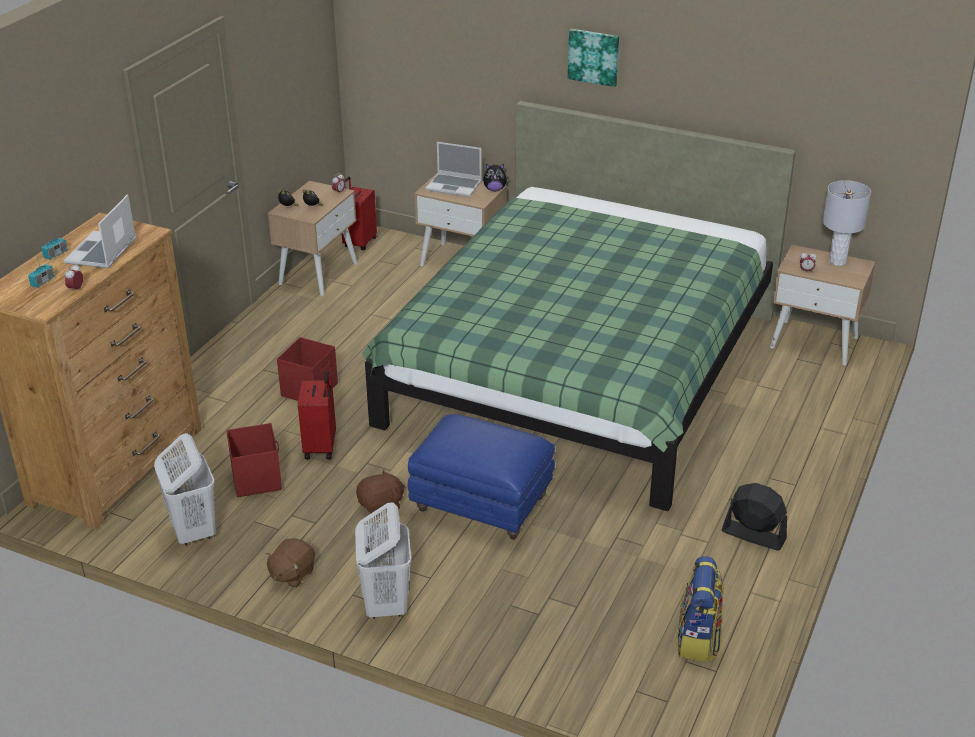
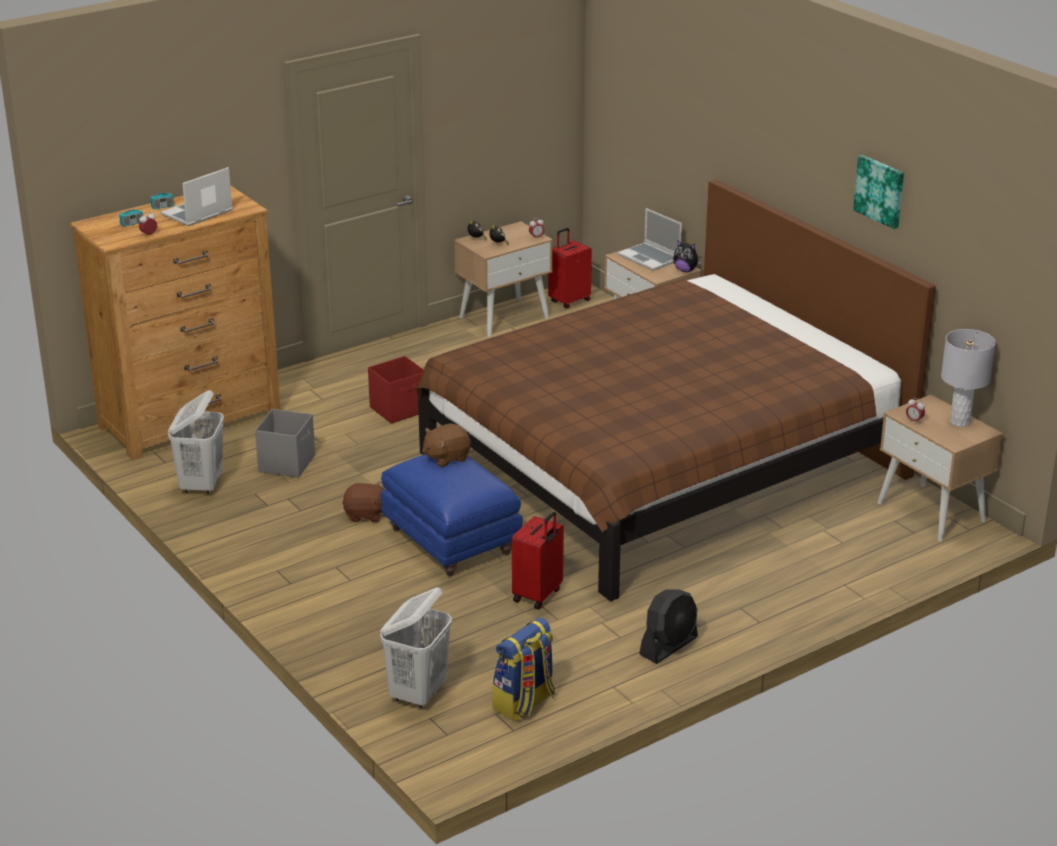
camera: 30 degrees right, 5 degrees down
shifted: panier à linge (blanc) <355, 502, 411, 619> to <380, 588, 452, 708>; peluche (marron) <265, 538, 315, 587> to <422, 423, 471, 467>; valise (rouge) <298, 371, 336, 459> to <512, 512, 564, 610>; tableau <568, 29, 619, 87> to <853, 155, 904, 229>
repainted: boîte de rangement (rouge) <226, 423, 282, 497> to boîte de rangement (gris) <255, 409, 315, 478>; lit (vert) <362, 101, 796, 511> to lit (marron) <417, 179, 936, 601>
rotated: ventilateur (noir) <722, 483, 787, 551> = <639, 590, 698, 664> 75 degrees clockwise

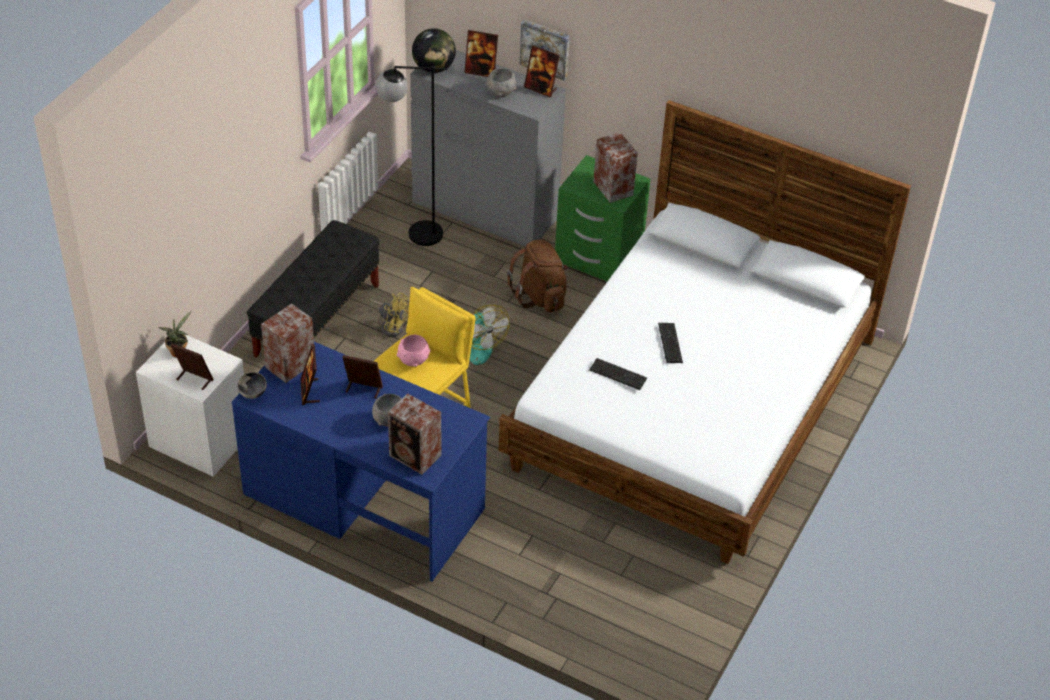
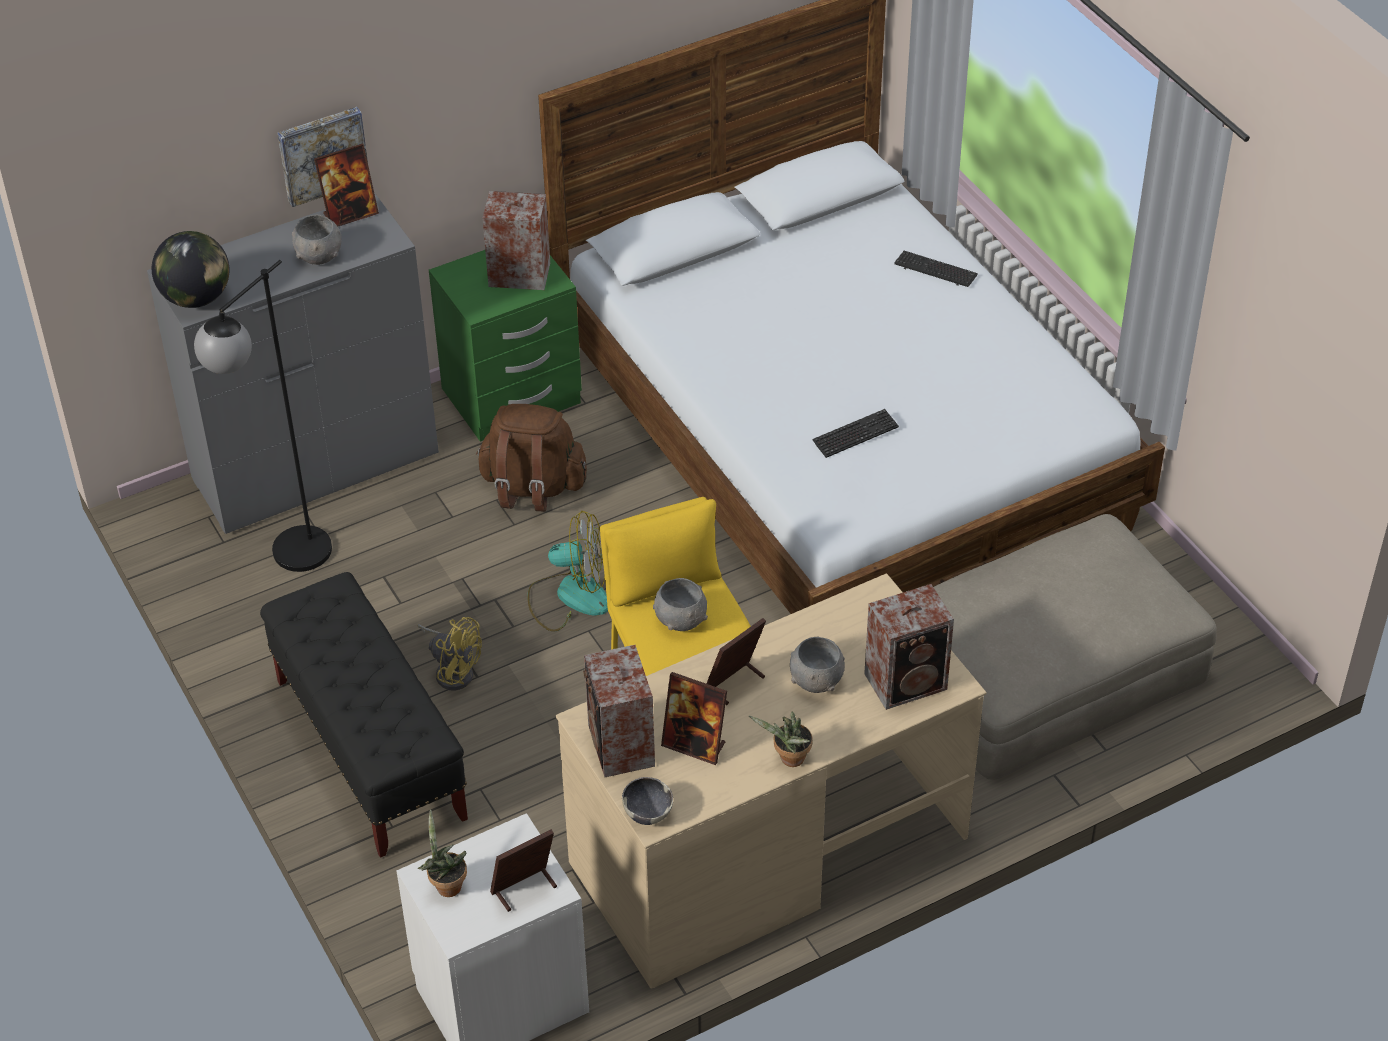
camera: 55 degrees left, 0 degrees up
gone: cadre photo <464, 30, 498, 77>
new: plante en pot <749, 712, 813, 767>; pouf (beige) <934, 514, 1217, 780>
shifted: clavier <658, 323, 683, 363> to <894, 251, 978, 287>
repainted: bureau (bleu) <232, 342, 490, 582> to bureau (beige) <556, 573, 986, 988>; bol (rose) <397, 335, 431, 367> to bol (gris) <653, 578, 708, 631>
rotated: ventilateur (jaune) <369, 293, 409, 337> = <417, 617, 482, 691> 60 degrees clockwise

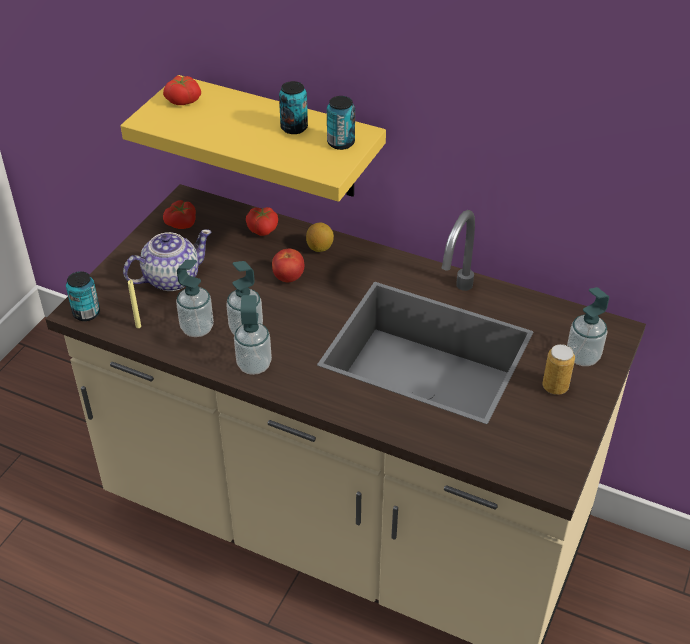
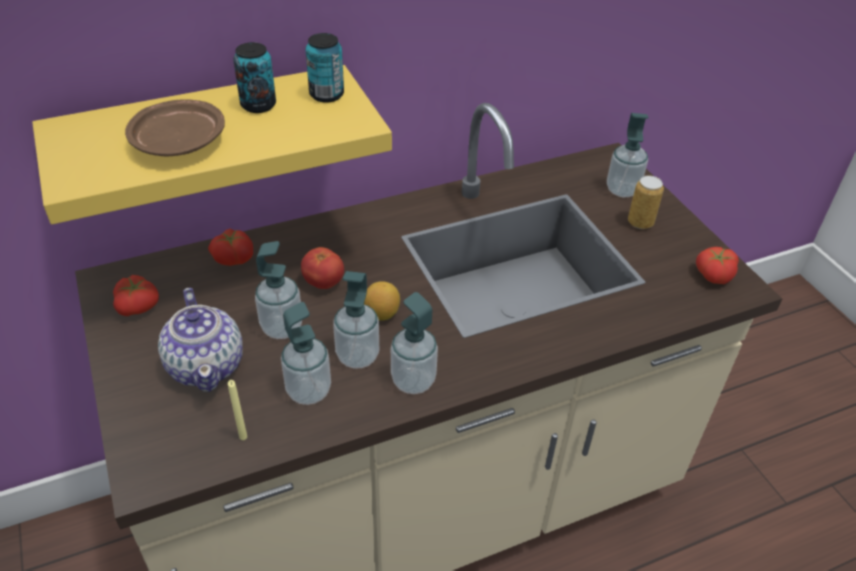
camera: 50 degrees left, 0 degrees up
gone: boîte métallique <66, 271, 100, 321>
new: assiette (marron) <125, 99, 225, 157>; distributeur de savon <255, 241, 302, 339>
shifted: citron <306, 223, 334, 252> to <364, 281, 400, 321>; tomate <163, 76, 201, 105> to <696, 247, 739, 284>
rotated: théière <123, 229, 212, 291> = <158, 288, 243, 392> 150 degrees clockwise

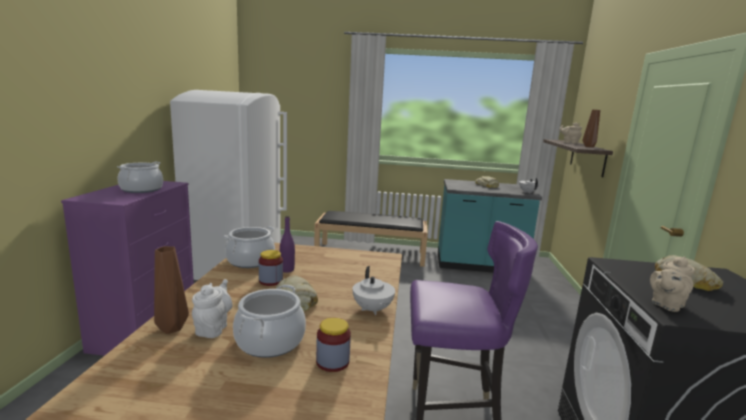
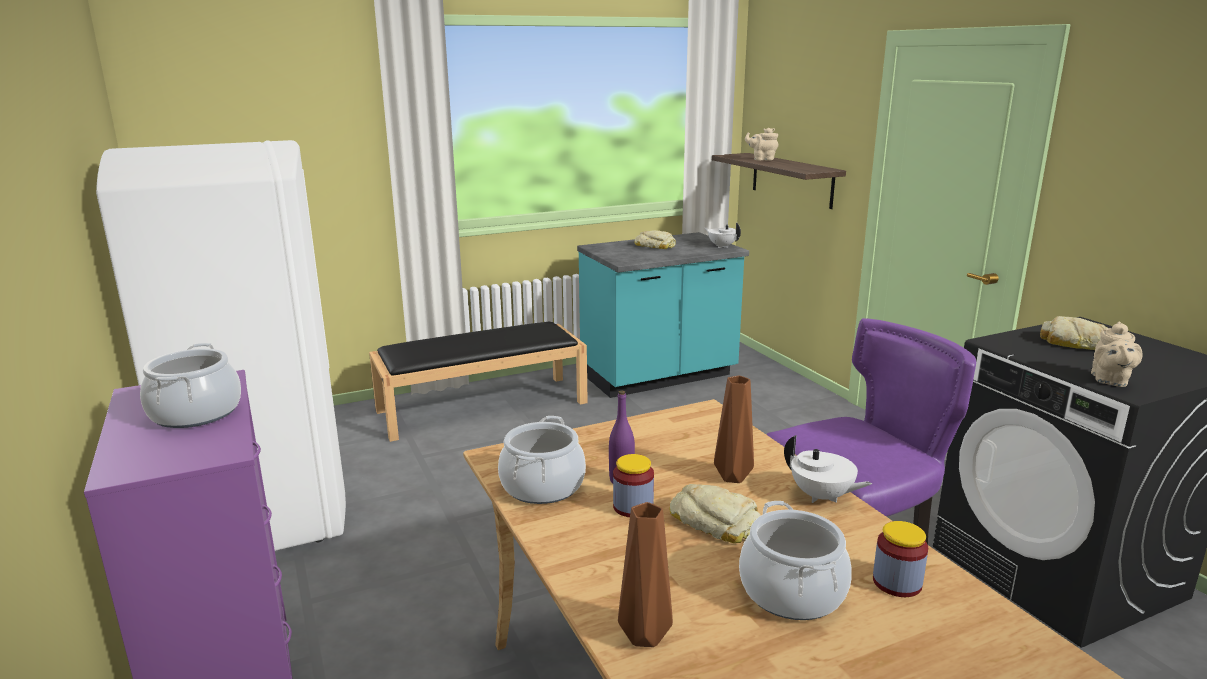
camera: 30 degrees left, 5 degrees up
gone: théière (blanc) <192, 279, 232, 338>
shifted: vase (marron) <582, 110, 600, 147> to <714, 376, 754, 483>

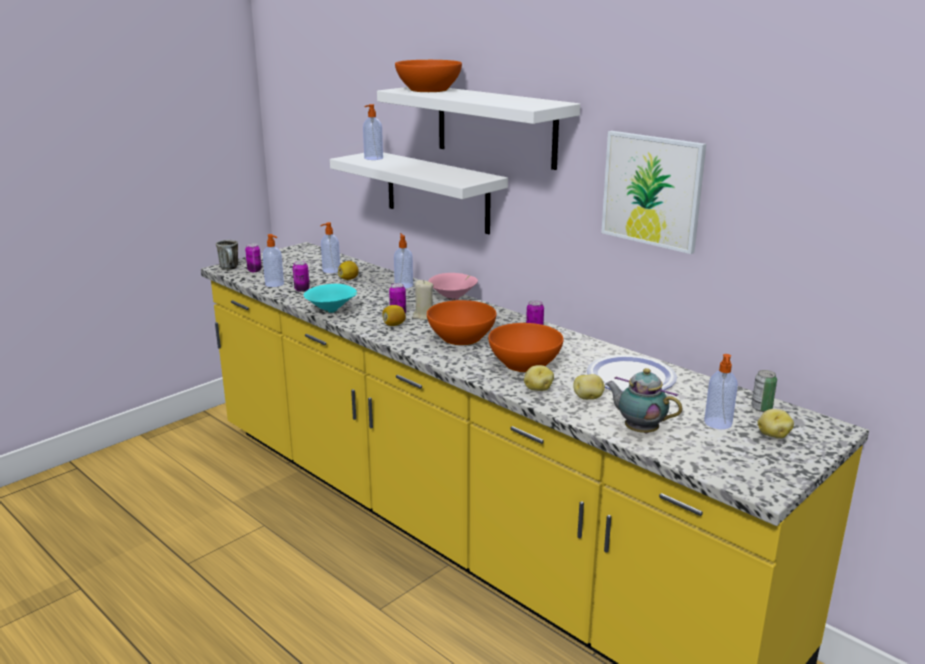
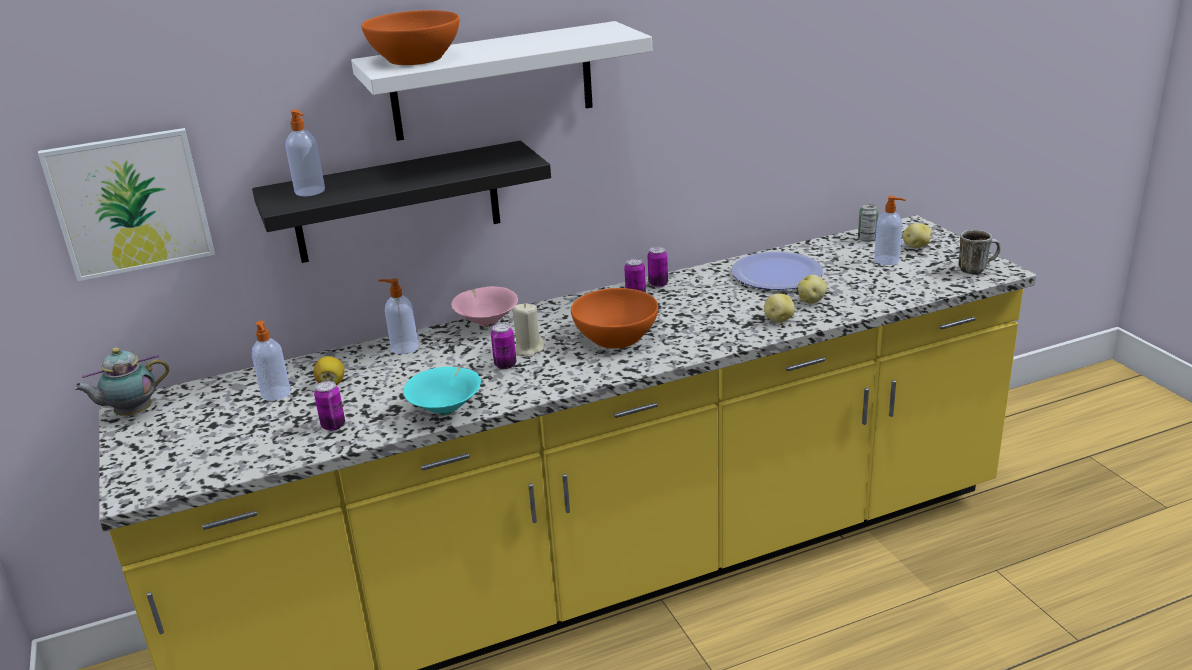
camera: 65 degrees left, 5 degrees up
gone: distributeur de savon <263, 234, 284, 287>; citron <382, 305, 406, 326>; bol (orange) <488, 323, 564, 372>
shifted: tableau <601, 131, 706, 254> to <38, 128, 215, 281>; théière <605, 368, 682, 434> to <74, 347, 169, 416>; boîte métallique <245, 243, 262, 272> to <647, 247, 668, 287>; mug <216, 240, 238, 270> to <959, 230, 1001, 274>
repainted: étagère (blanc) <330, 152, 508, 234> to étagère (noir) <252, 141, 551, 263>

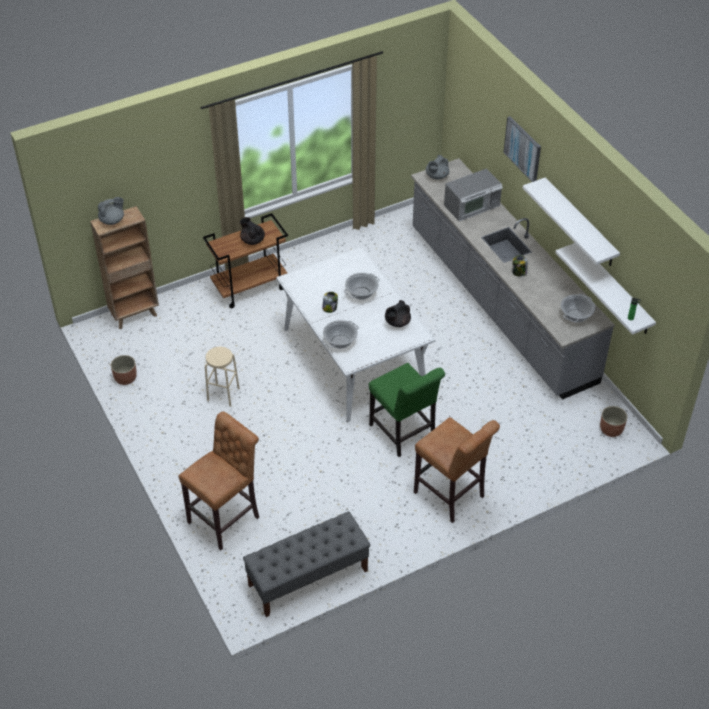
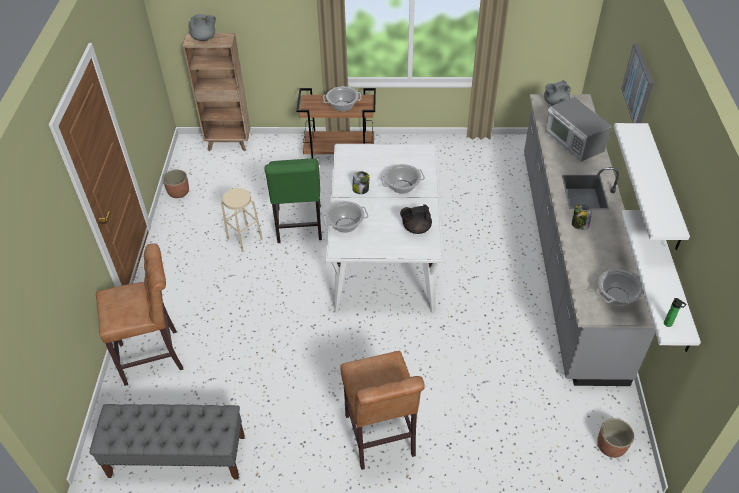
camera: 30 degrees right, 0 degrees up
shifted: chaise (vert) <369, 363, 445, 457> to <265, 158, 322, 243>
swapped: théière (noir) <240, 217, 265, 245> to marmite <323, 86, 362, 112>
rotated: micro-ondes <444, 168, 503, 221> = <545, 97, 612, 162> 60 degrees clockwise

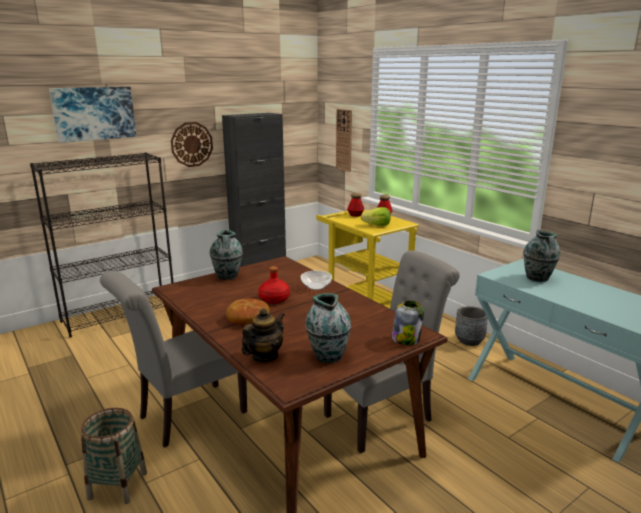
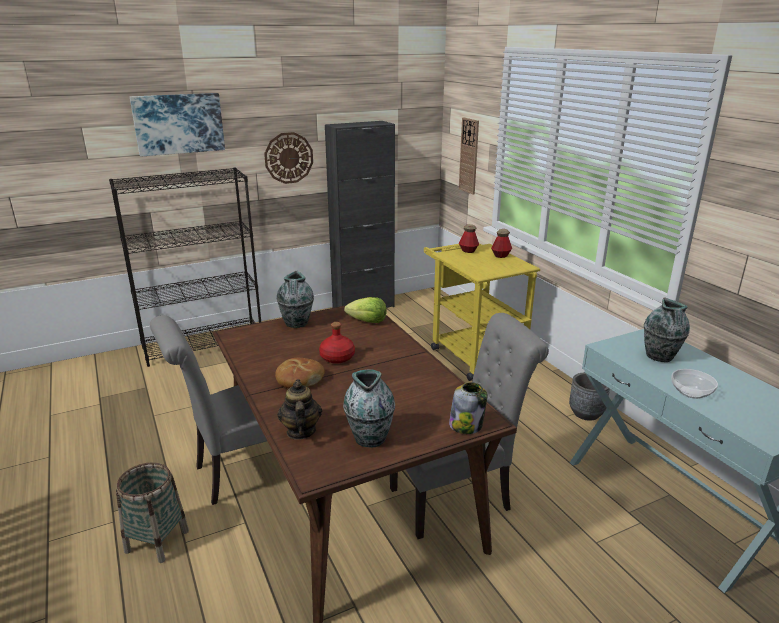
camera: 10 degrees right, 5 degrees up
shifted: laitue <361, 207, 391, 226> to <344, 297, 387, 323>; bol <301, 270, 332, 290> to <671, 369, 718, 399>
rotated: théière <241, 308, 285, 362> = <277, 379, 322, 440> 60 degrees counterclockwise

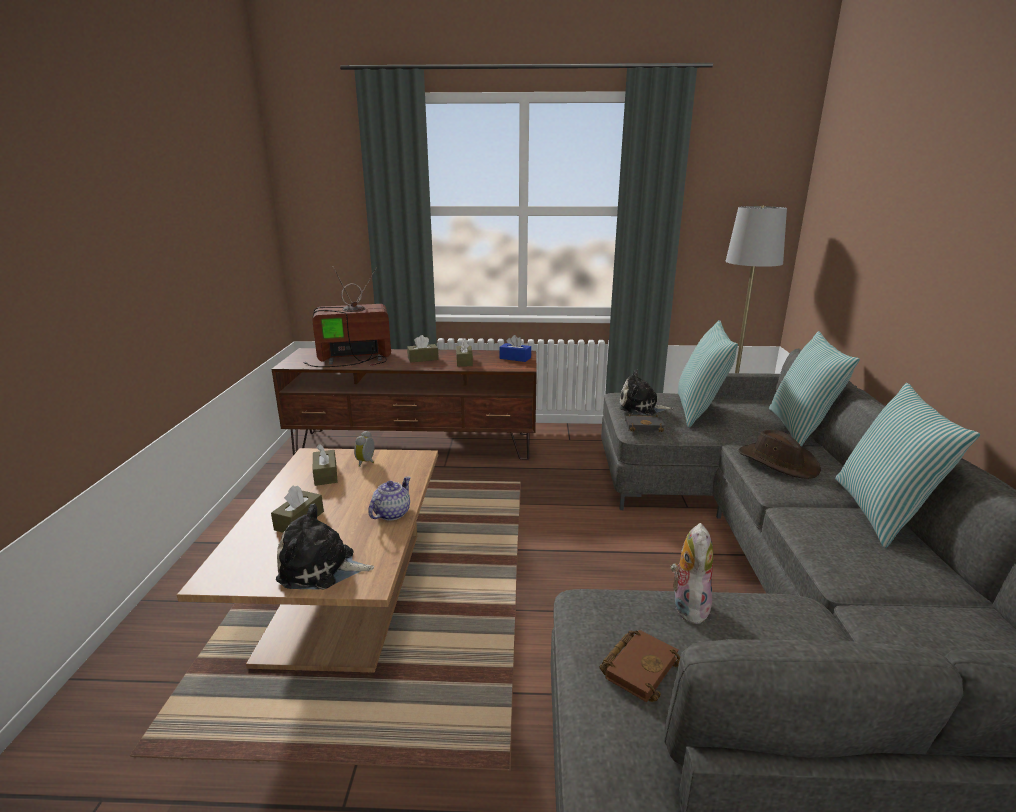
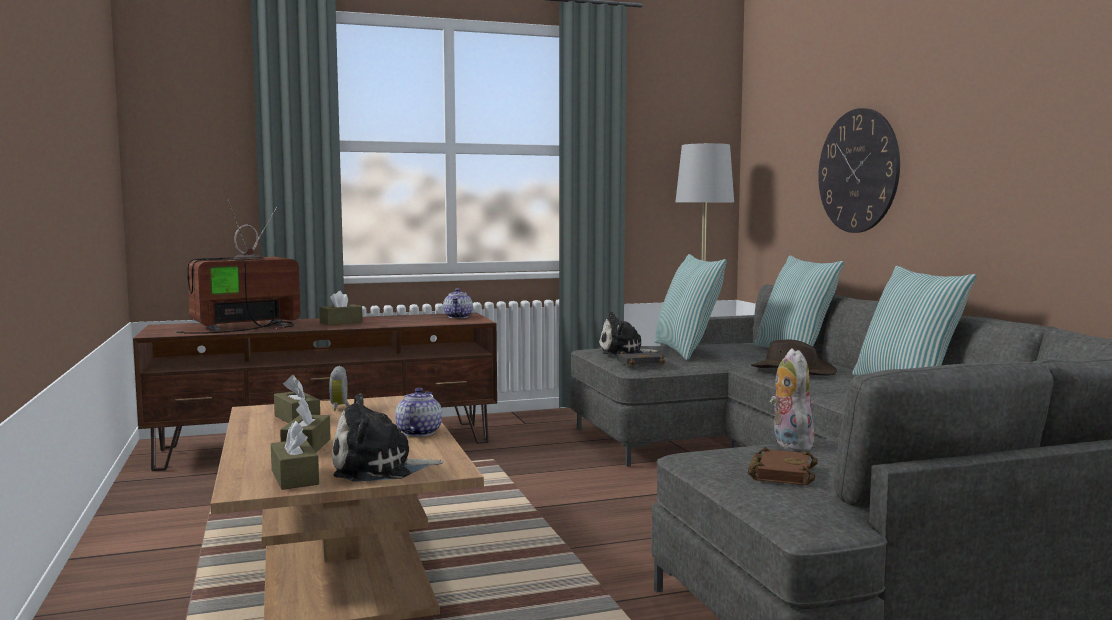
camera: 20 degrees left, 15 degrees down
new: horloge murale <818, 108, 900, 233>
shifted: boîte à mouchoirs (marron) <456, 338, 473, 367> to <271, 421, 319, 490>
swapped: boîte à mouchoirs (bleu) <499, 335, 531, 362> to théière <443, 288, 473, 318>

